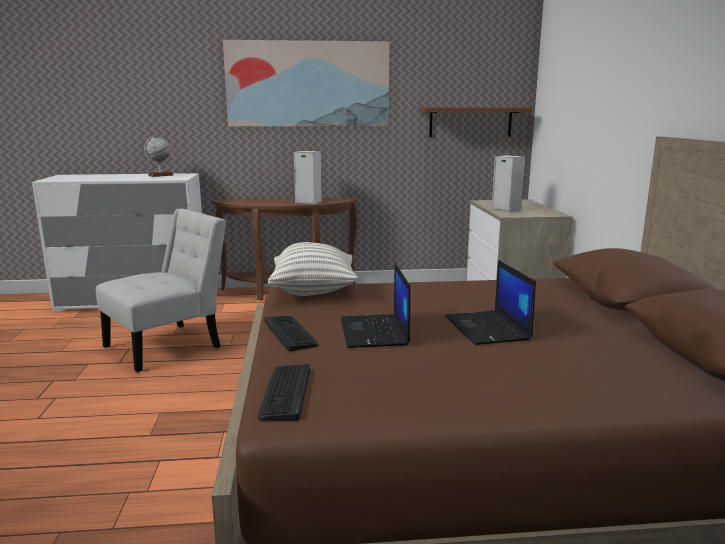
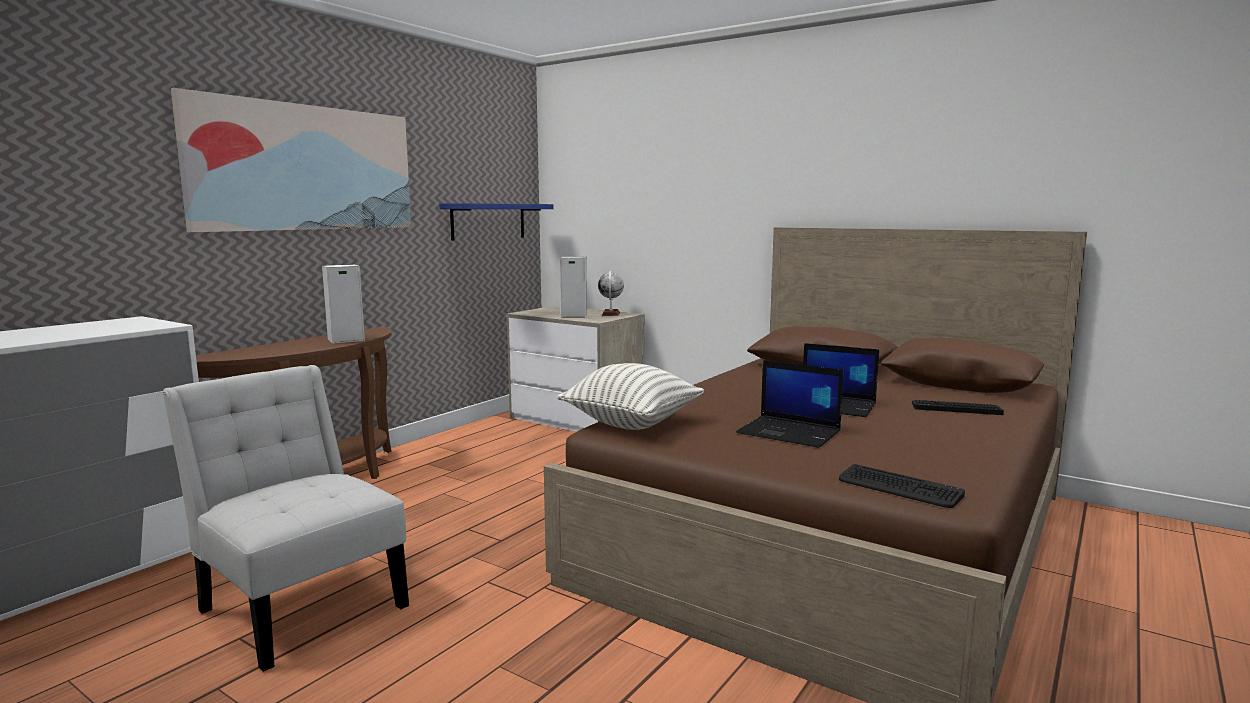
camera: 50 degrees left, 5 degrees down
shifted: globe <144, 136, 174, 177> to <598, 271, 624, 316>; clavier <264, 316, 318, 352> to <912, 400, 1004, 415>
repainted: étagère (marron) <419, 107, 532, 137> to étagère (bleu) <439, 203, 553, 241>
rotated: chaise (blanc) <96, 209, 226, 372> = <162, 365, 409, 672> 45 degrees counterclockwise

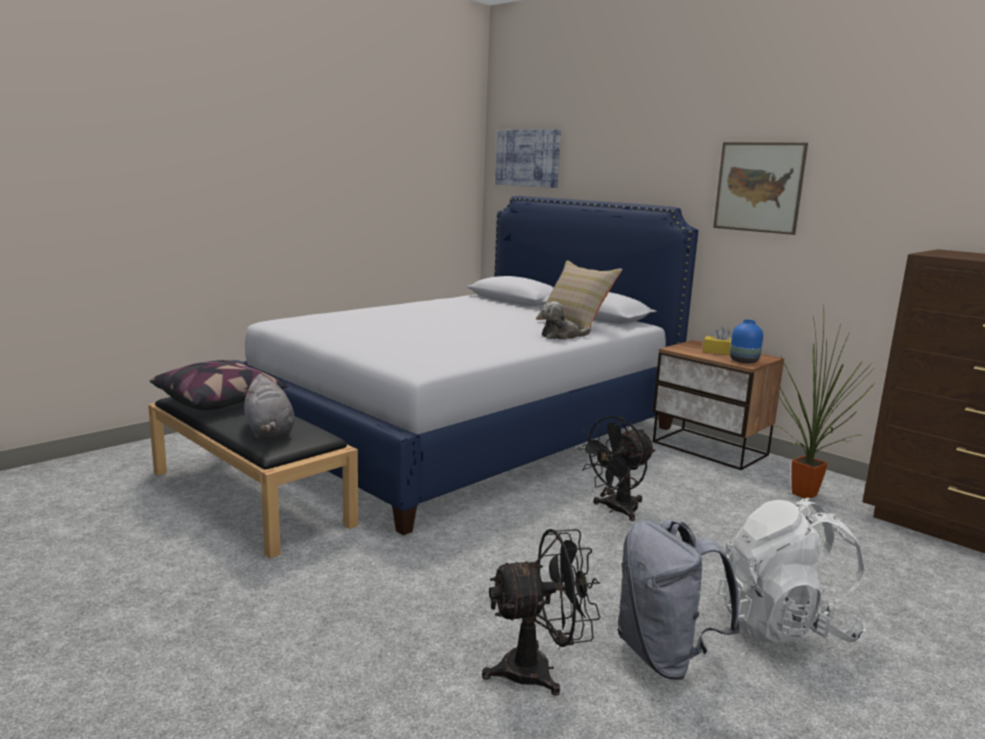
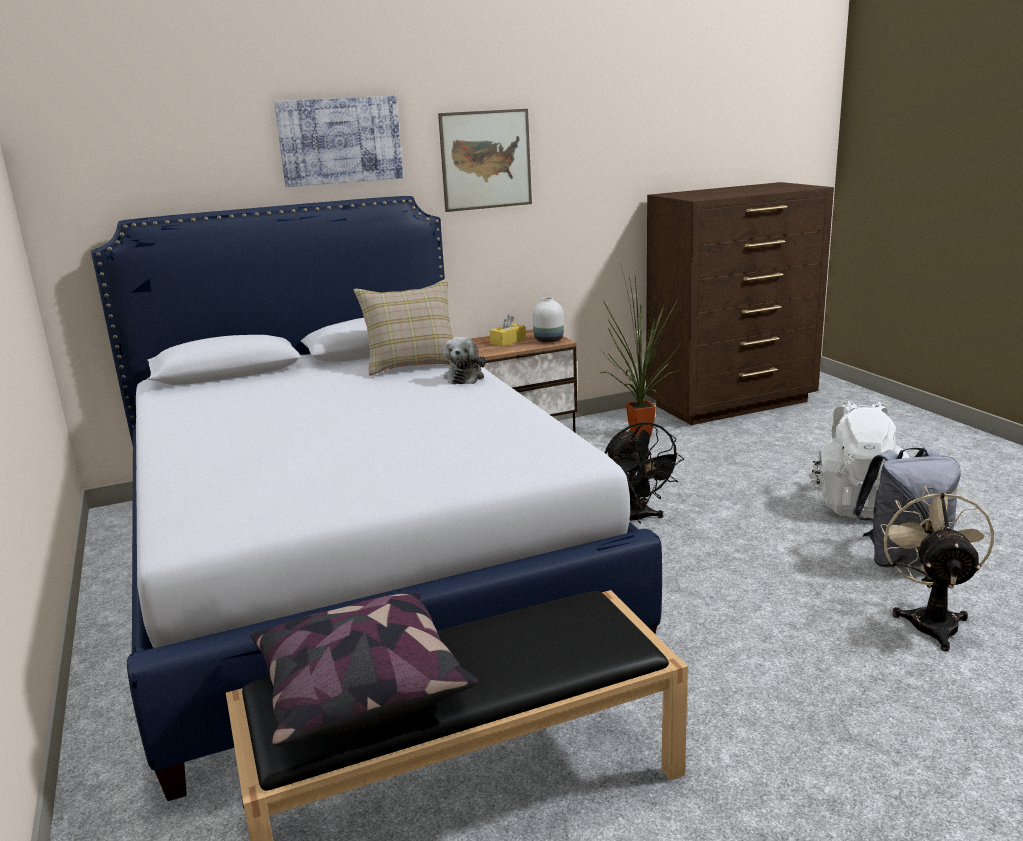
camera: 65 degrees left, 5 degrees up
gone: peluche (gris) <244, 374, 295, 438>
shifted: tableau <495, 129, 561, 188> to <274, 96, 403, 187>
repainted: vase (bleu) <730, 320, 763, 363> to vase (blanc) <533, 297, 564, 342>; ventilateur (noir) <482, 529, 601, 696> to ventilateur (beige) <880, 486, 994, 651>

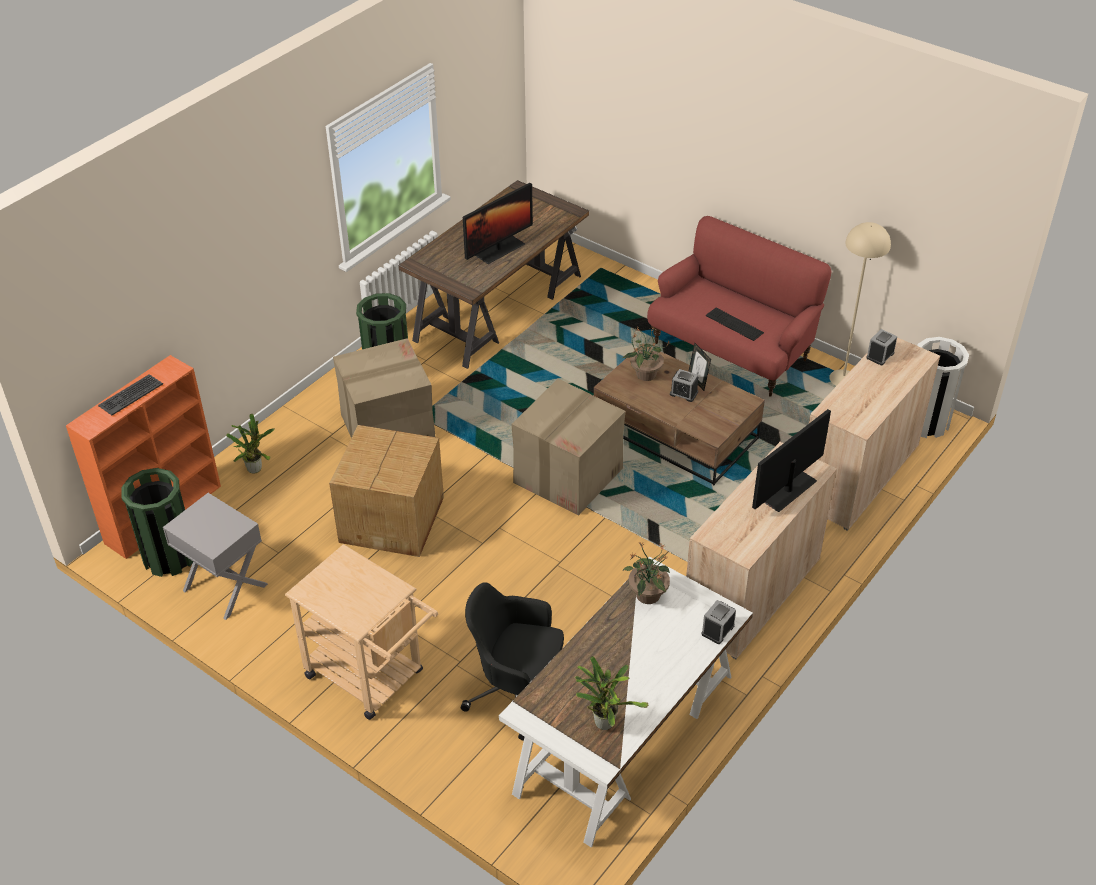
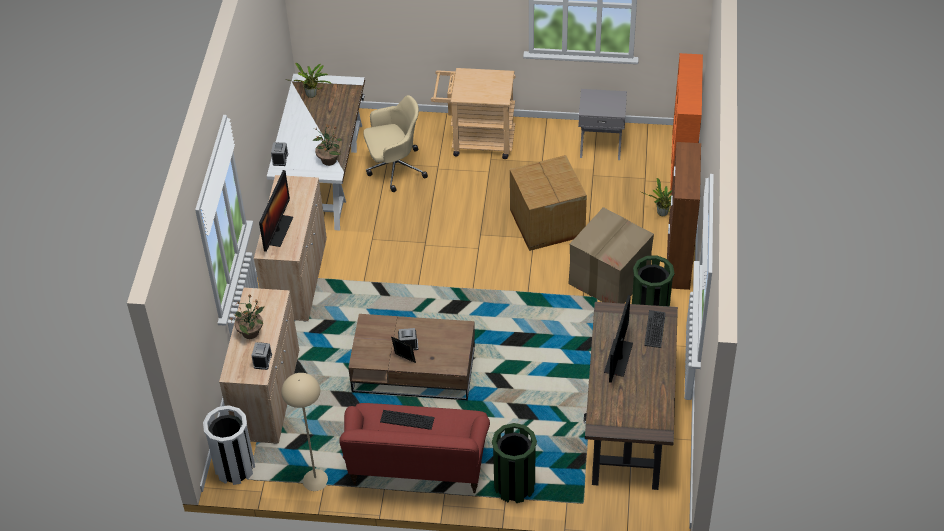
camera: 150 degrees right, 5 degrees up
gone: carton <511, 379, 626, 516>
new: meuble de rangement (marron) <667, 142, 701, 290>
shifted: plante en pot <623, 327, 670, 381> to <230, 294, 264, 339>; poubelle (vert) <121, 468, 193, 577> to <492, 423, 537, 503>; clavier <98, 374, 163, 415> to <644, 310, 666, 348>
repainted: chaise de bureau (noir) <461, 582, 564, 741> to chaise de bureau (beige) <363, 95, 428, 192>

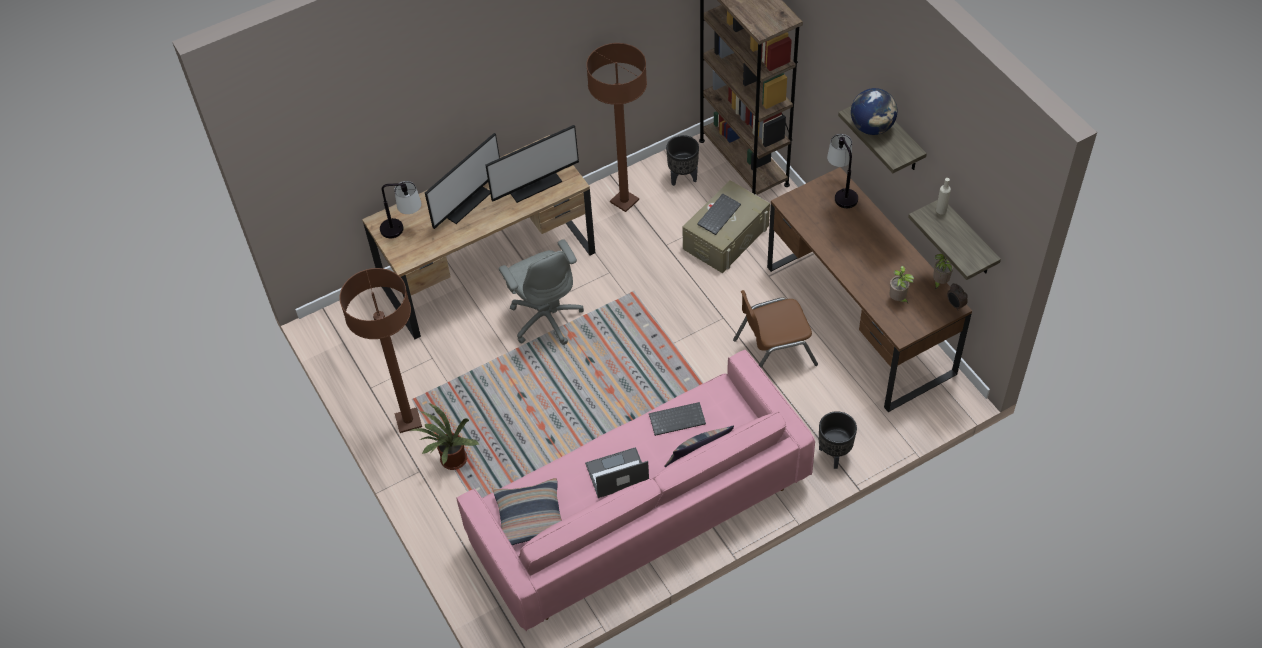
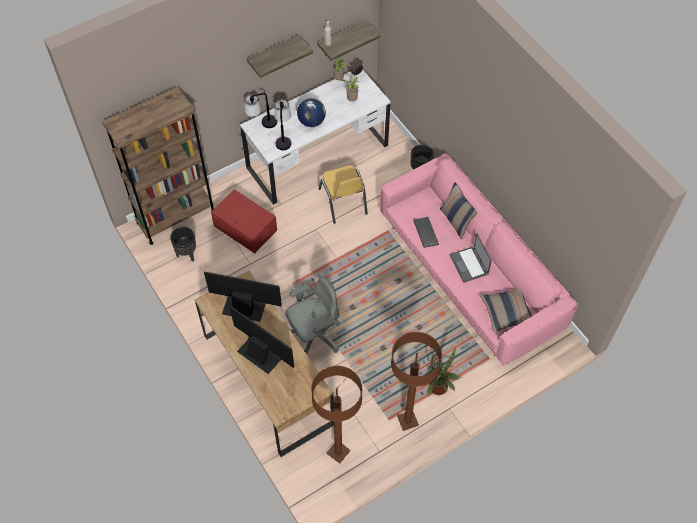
camera: 95 degrees left, 5 degrees up
gone: clavier <697, 194, 741, 235>
shifted: lampe de table <380, 181, 422, 238> to <274, 99, 291, 150>; globe <851, 88, 898, 135> to <297, 98, 326, 127>; lampadaire (marron) <586, 43, 647, 212> to <311, 366, 362, 463>
repainted: boîte de rangement (beige) <682, 180, 770, 273> to boîte de rangement (rouge) <211, 189, 277, 254>; bureau (marron) <767, 167, 972, 412> to bureau (blanc) <240, 70, 391, 205>; chaise (marron) <733, 290, 818, 368> to chaise (jaune) <319, 165, 368, 224>
rotated: écran d'ordinateur <485, 125, 579, 203> = <204, 271, 282, 322> 45 degrees counterclockwise

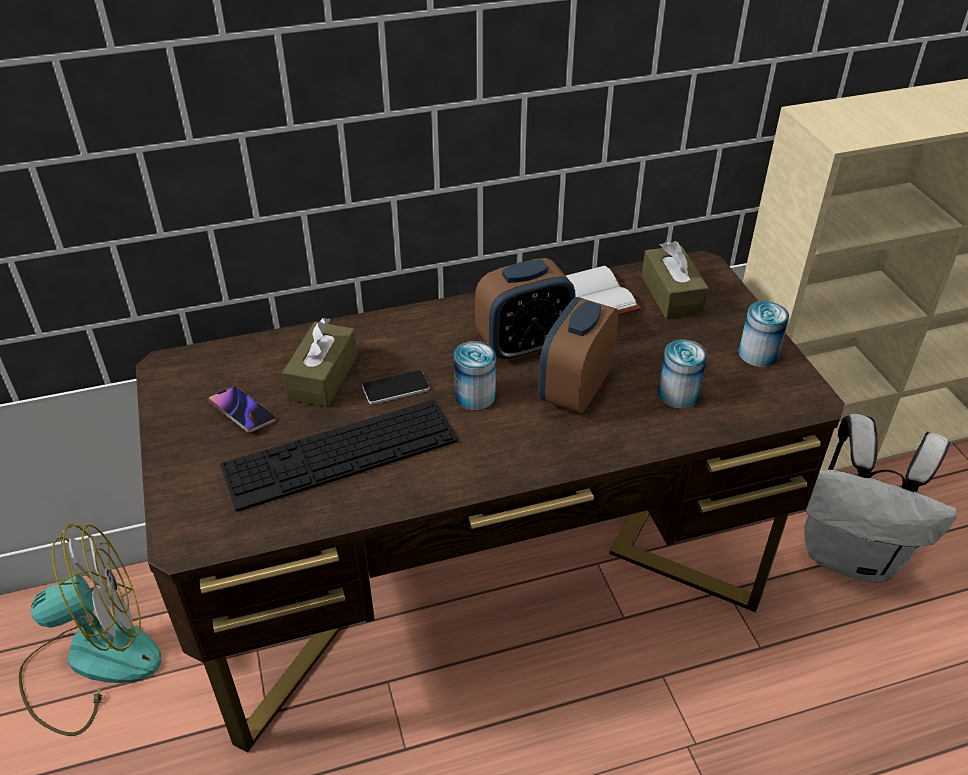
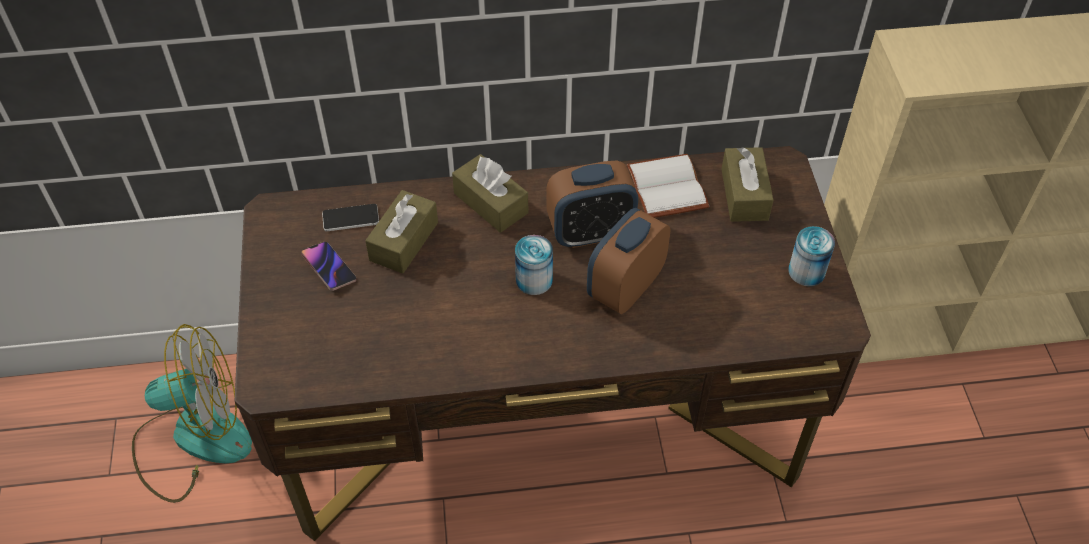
camera: 10 degrees right, 10 degrees up
gone: clavier <220, 400, 458, 512>; boîte métallique <658, 340, 707, 409>; sac à dos (blanc) <804, 414, 957, 583>
new: boîte à mouchoirs (marron) <452, 154, 528, 233>
shifted: téléphone <362, 370, 429, 404> to <322, 204, 379, 231>

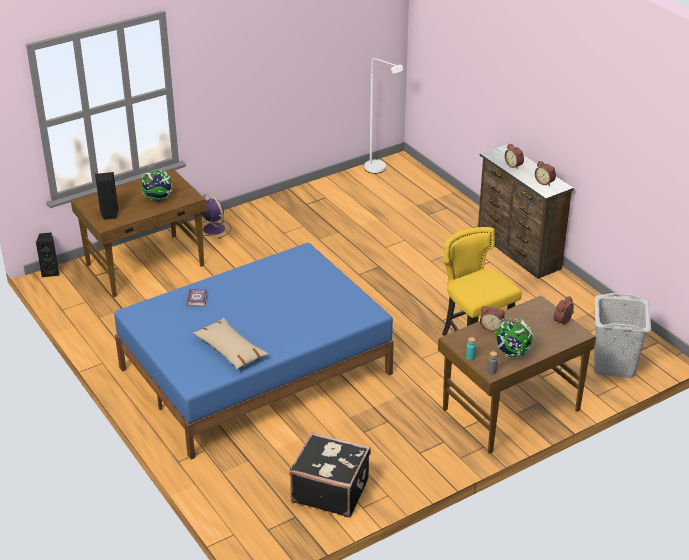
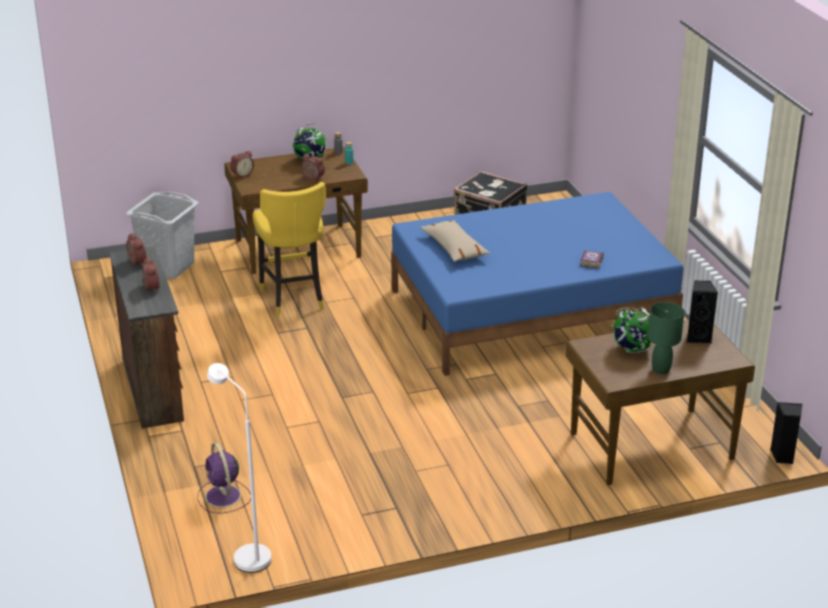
camera: 165 degrees left, 5 degrees down
new: lampe de table (vert) <648, 302, 684, 374>
shifted: ventilateur (violet) <195, 193, 231, 239> to <197, 442, 251, 514>; coussin (beige) <193, 318, 269, 369> to <420, 220, 490, 262>

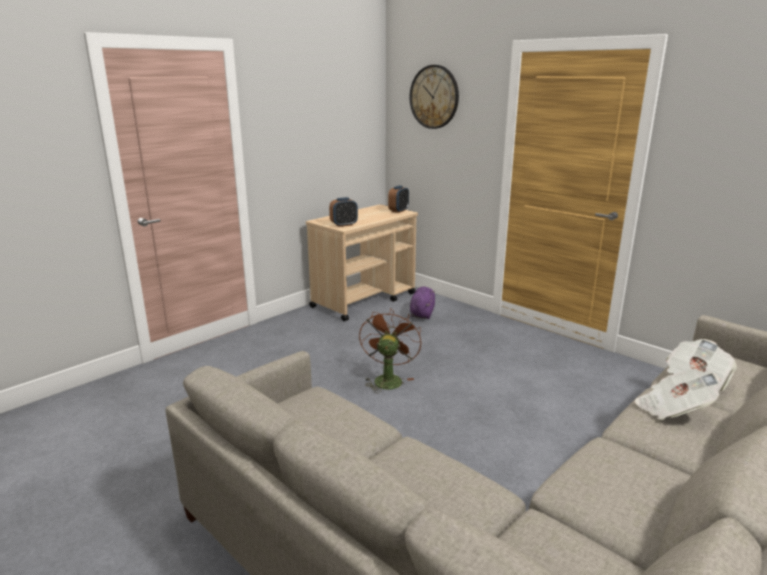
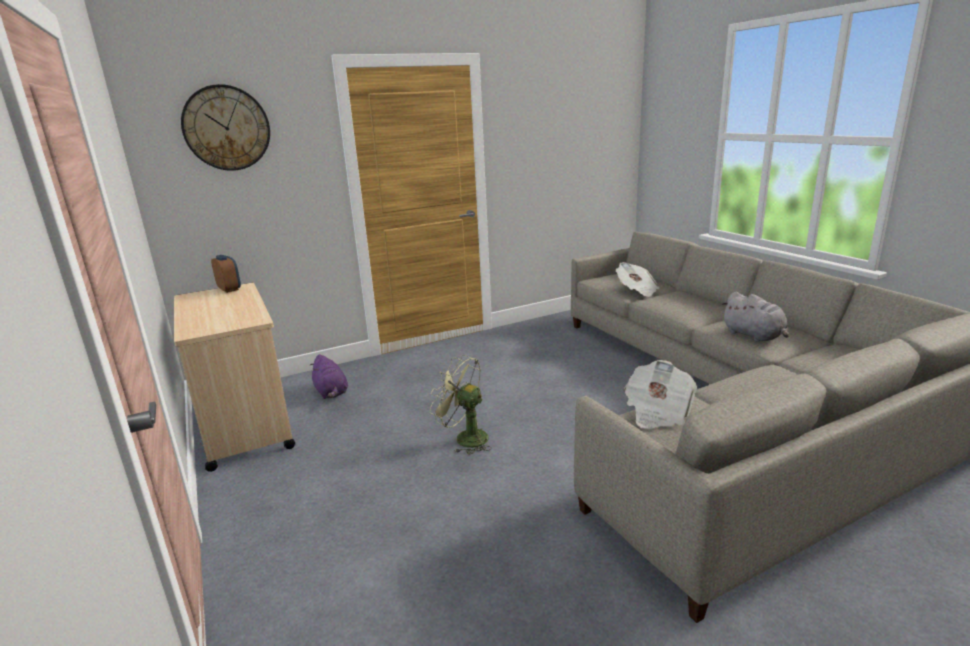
camera: 70 degrees left, 0 degrees up
gone: réveil <329, 197, 358, 227>
new: peluche (gris) <721, 292, 789, 342>
shifted: journal <635, 369, 721, 420> to <624, 360, 697, 429>
repainted: ventilateur (marron) <359, 308, 421, 393> to ventilateur (vert) <430, 355, 492, 455>
rotated: peluche (violet) <410, 287, 435, 319> = <310, 354, 348, 399> 150 degrees counterclockwise

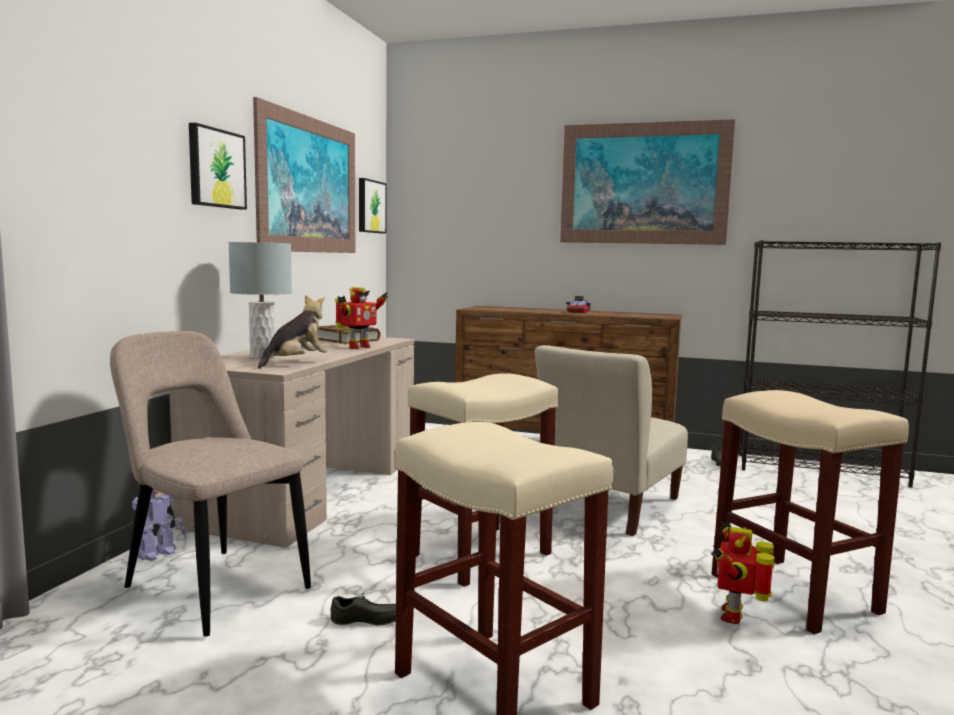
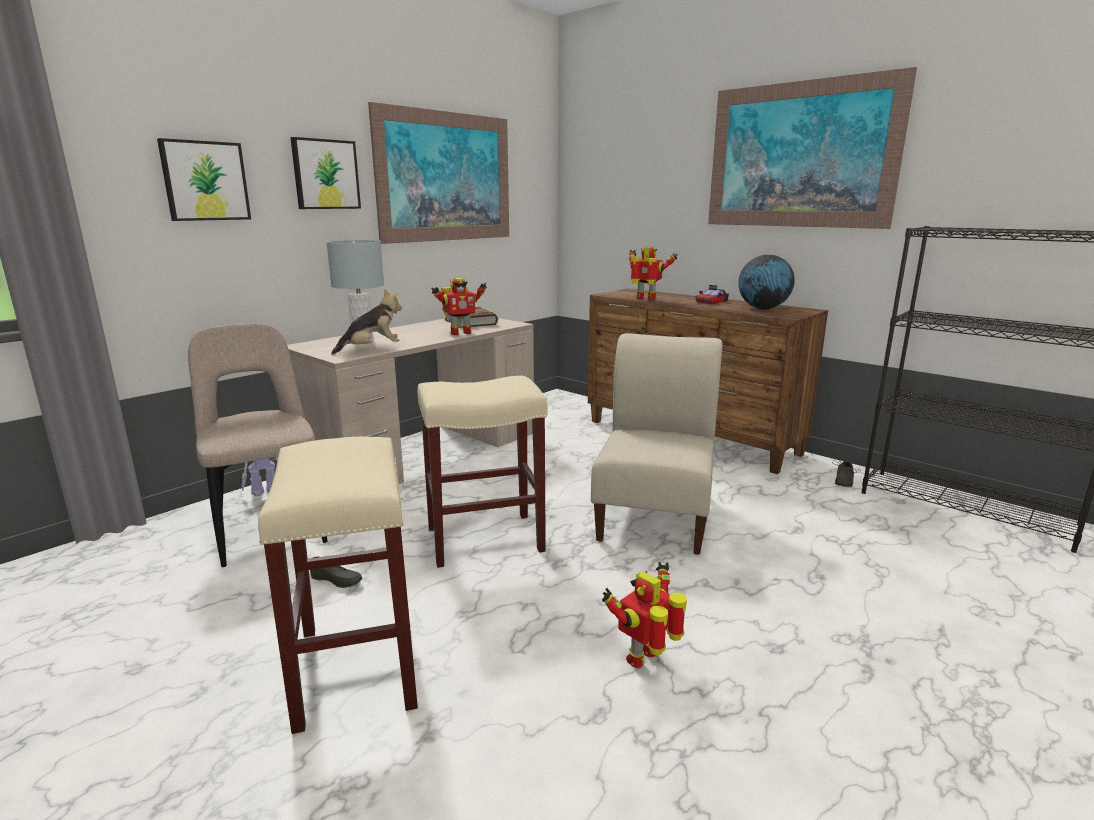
camera: 25 degrees right, 10 degrees up
gone: tabouret (beige) <712, 390, 909, 634>
new: robot jouet <629, 247, 678, 300>; globe <738, 255, 795, 310>
shifted: tableau <359, 178, 387, 234> to <157, 138, 251, 221>
rotated: chaise (beige) <535, 345, 688, 536> = <591, 333, 723, 555> 135 degrees clockwise

